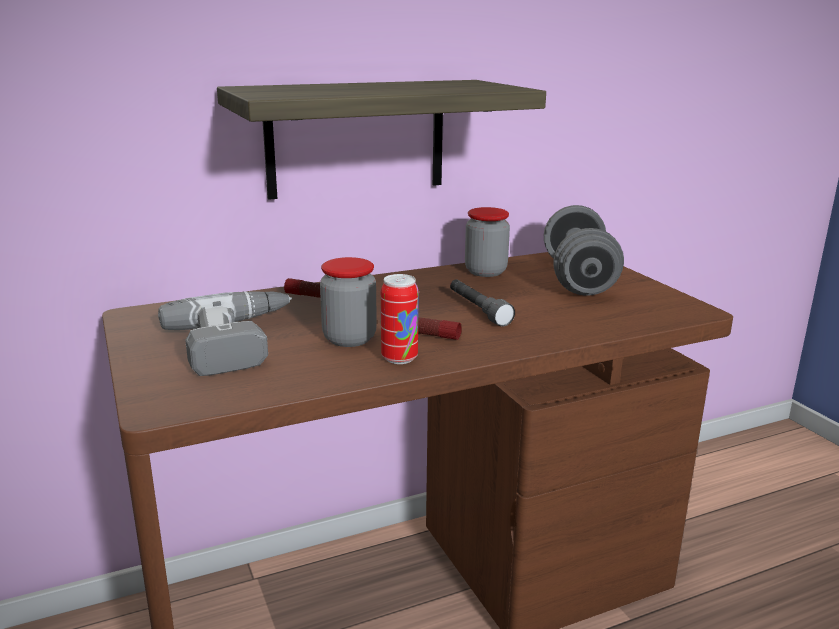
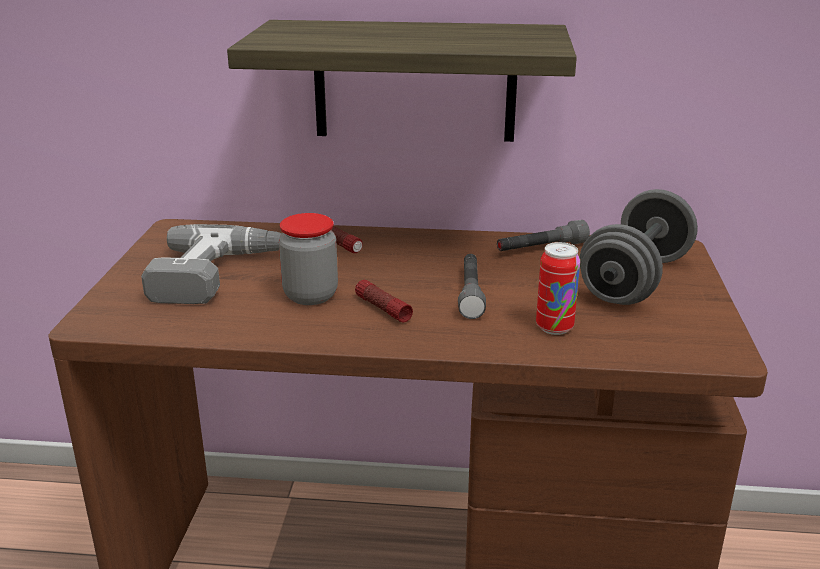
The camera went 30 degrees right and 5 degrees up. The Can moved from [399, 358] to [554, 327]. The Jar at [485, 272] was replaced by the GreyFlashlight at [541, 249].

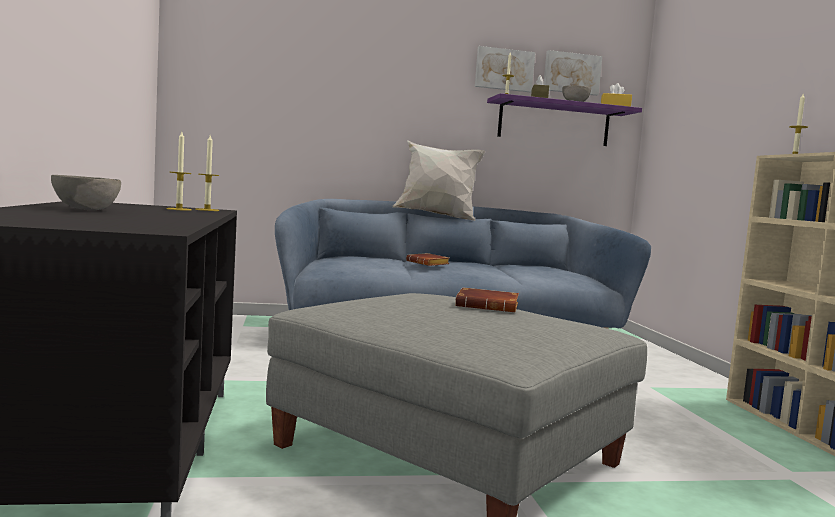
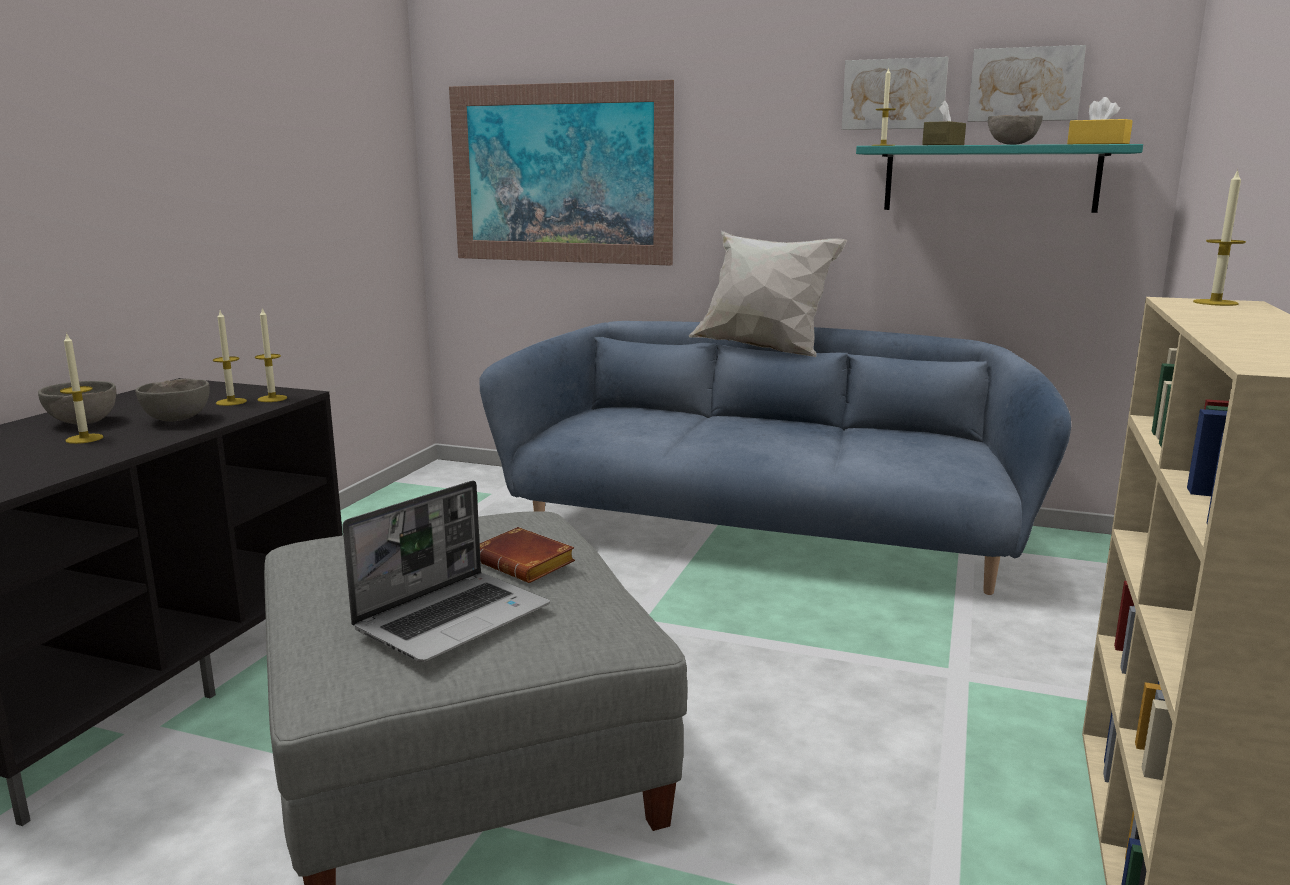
The camera went 30 degrees right and 10 degrees up. The BrownBook at [429, 264] disappeared. The PurpleShelf at [554, 123] became the TurquoiseShelf at [990, 179]. The Candle at [84, 439] appeared. The GreyBowl at [178, 420] appeared. The Laptop at [454, 618] appeared. The Picture at [560, 174] appeared.

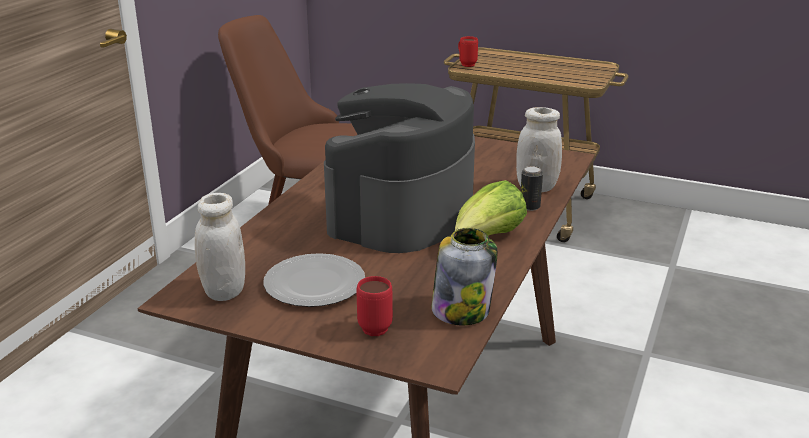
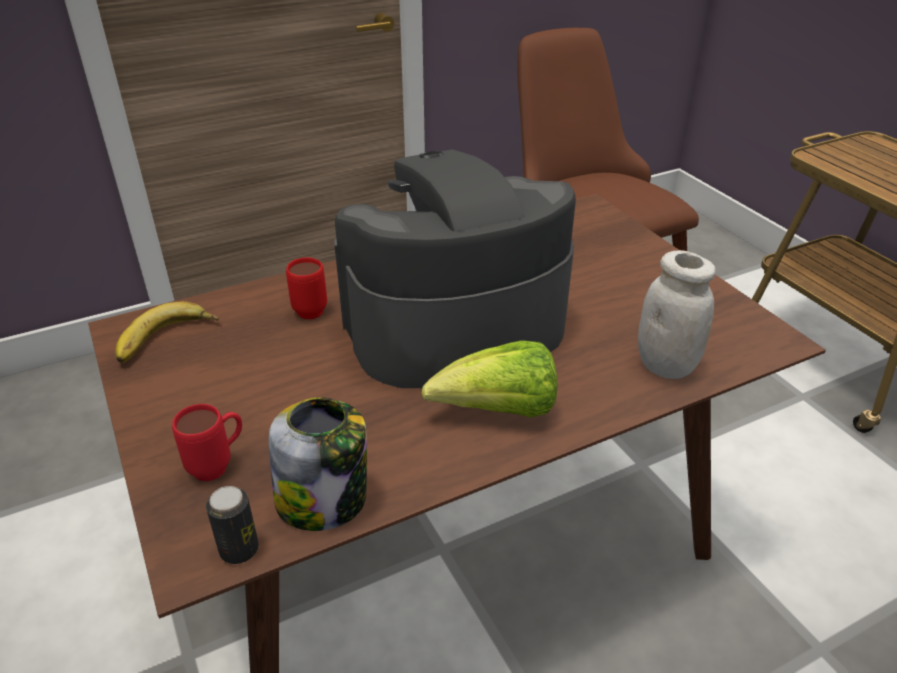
The camera went 40 degrees right and 10 degrees up. The WhiteJar at [224, 291] was replaced by the Banana at [167, 341]. The Plate at [316, 284] disappeared. The RedMug moved from [465, 64] to [312, 308]. The Can moved from [529, 207] to [239, 549].

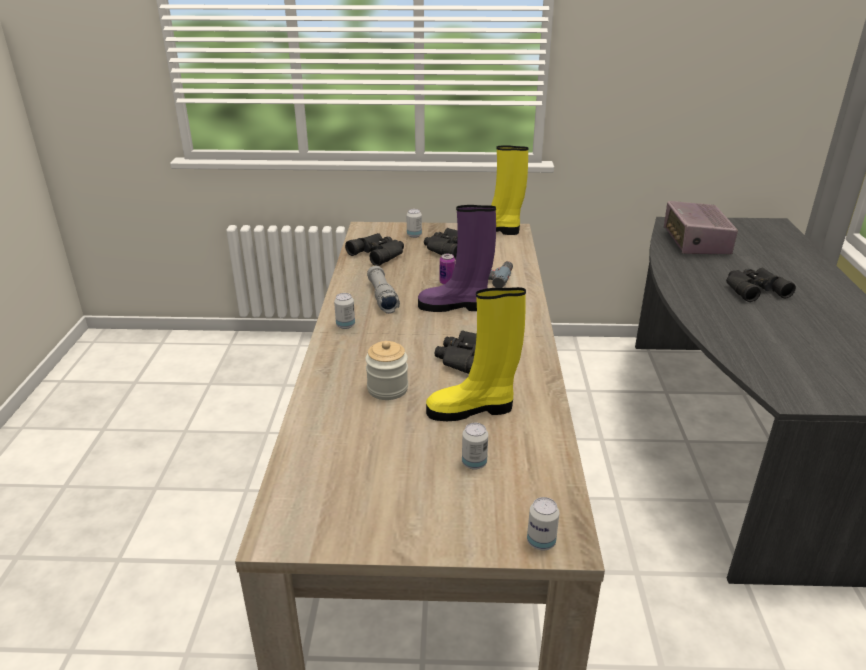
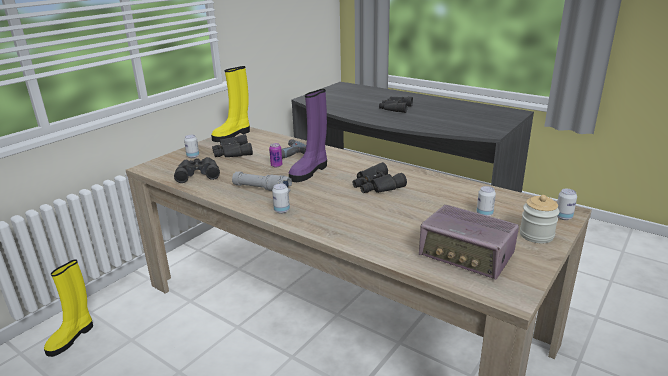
The camera went 55 degrees left and 5 degrees down. The Jar moved from [387, 389] to [536, 235]. The YellowBoot moved from [472, 409] to [72, 337]. The Radio moved from [695, 243] to [467, 256].

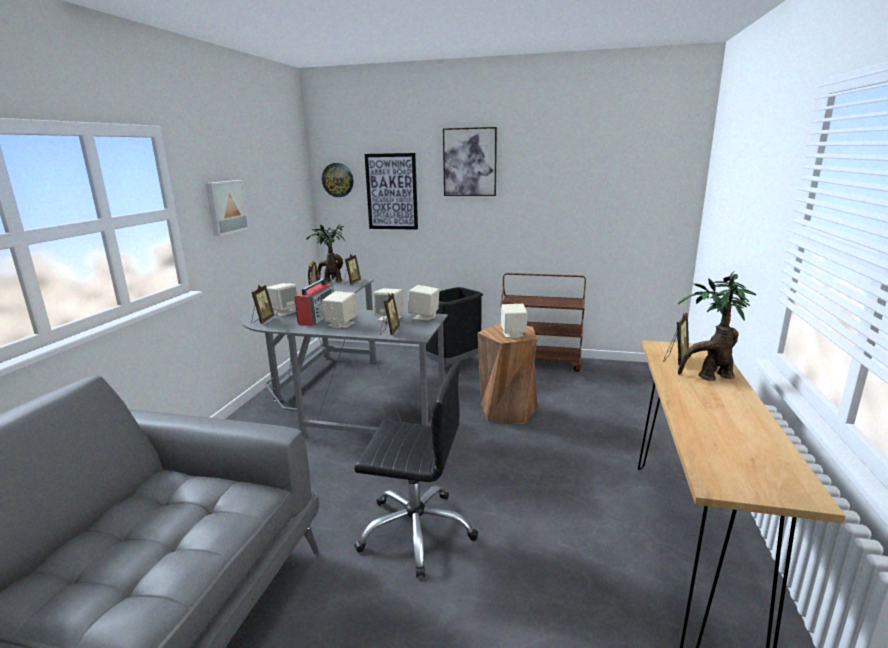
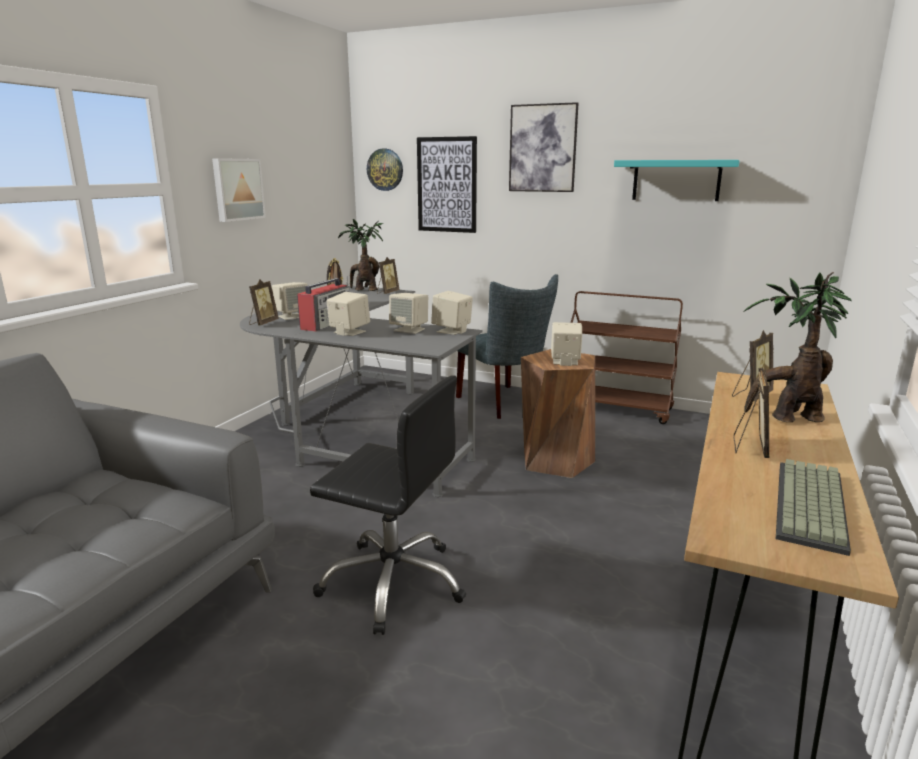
The camera went 10 degrees right and 0 degrees up. The PictureFrame moved from [389, 332] to [750, 447]. The BlackTrashCan at [453, 364] was replaced by the GreyChair at [506, 403]. The TurquoiseShelf at [676, 180] appeared. The Keyboard at [813, 506] appeared.

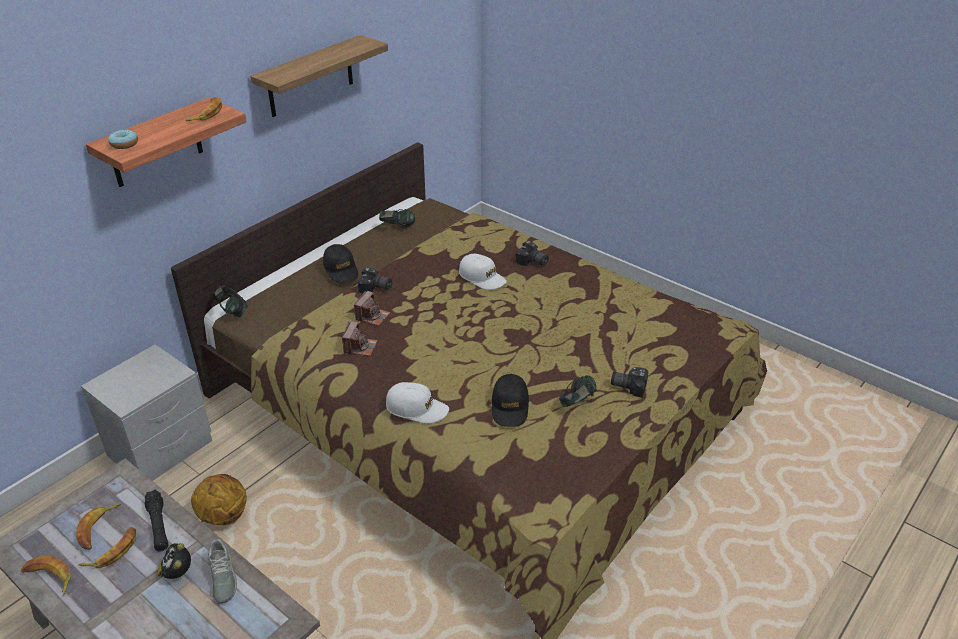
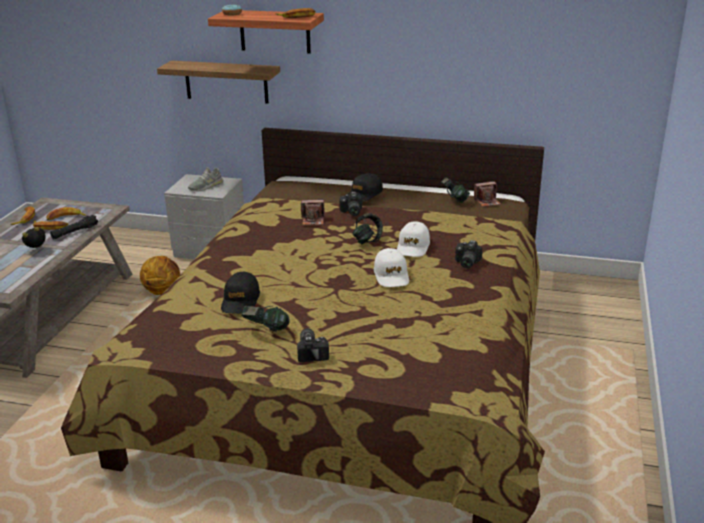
The camera went 65 degrees right and 10 degrees down. The GreyShoe moved from [222, 577] to [206, 186]. The Headphones moved from [233, 311] to [367, 240]. The Shelf moved from [310, 77] to [226, 82]. The PhotoCamera moved from [360, 347] to [487, 202]. The WhiteCap moved from [417, 408] to [391, 275]. The BlackCap at [510, 406] turned 60 degrees counterclockwise.

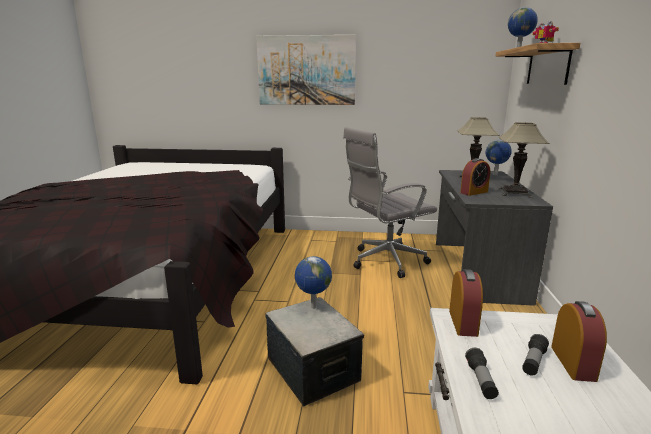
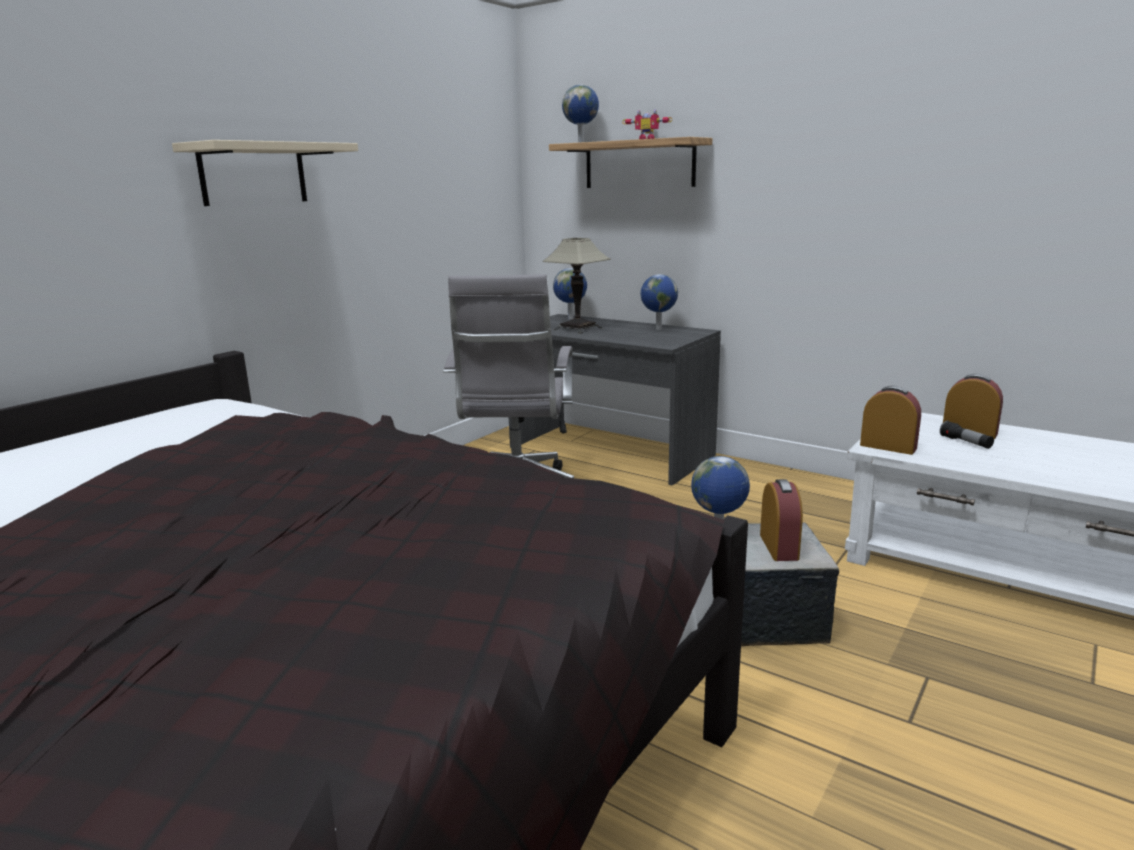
The camera went 60 degrees left and 0 degrees up. The Picture at [306, 70] was replaced by the BeigeShelf at [253, 174]. The AlarmClock moved from [474, 192] to [779, 547]. The Flashlight at [480, 380] disappeared. The TableLamp at [514, 193] was replaced by the Globe at [657, 329].

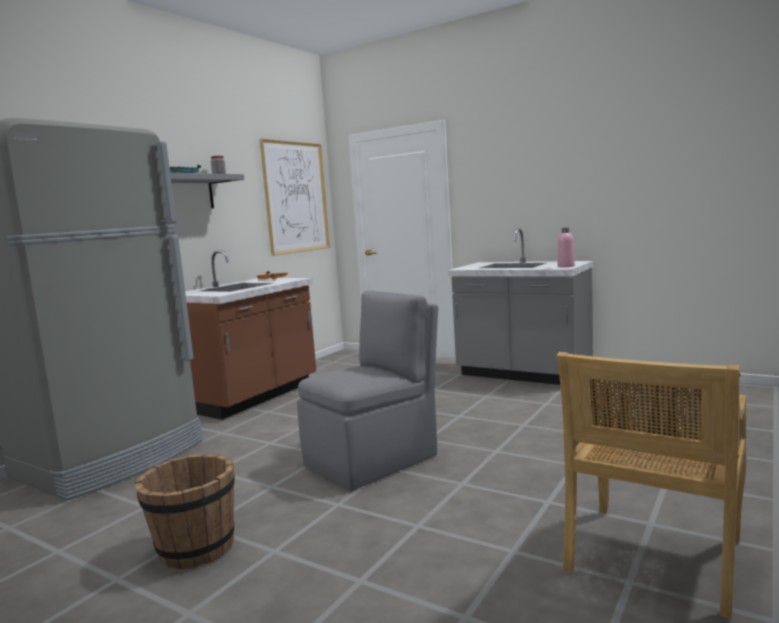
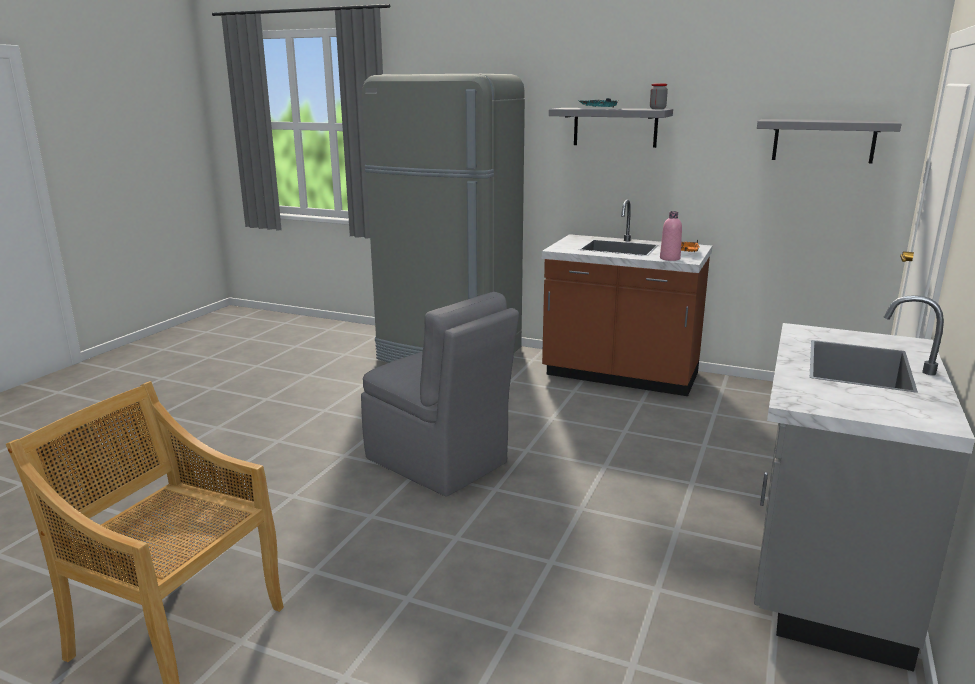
The camera went 80 degrees right and 10 degrees up. The BrownBucket at [195, 549] disappeared. The Picture at [296, 197] was replaced by the GreyShelf at [823, 140]. The PinkBottle moved from [566, 266] to [670, 258].

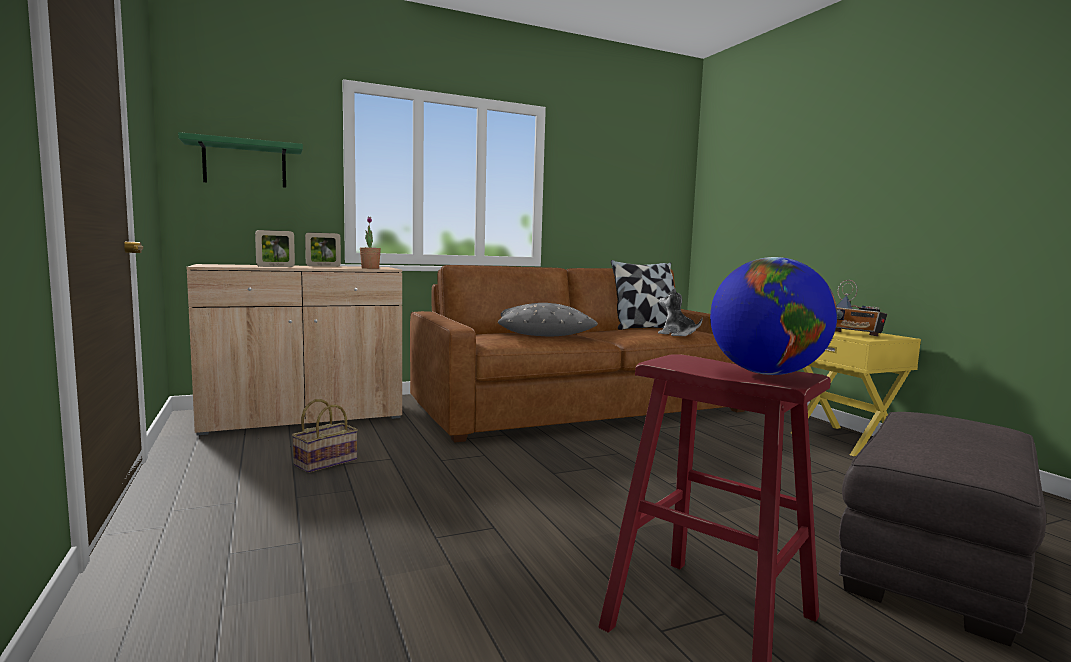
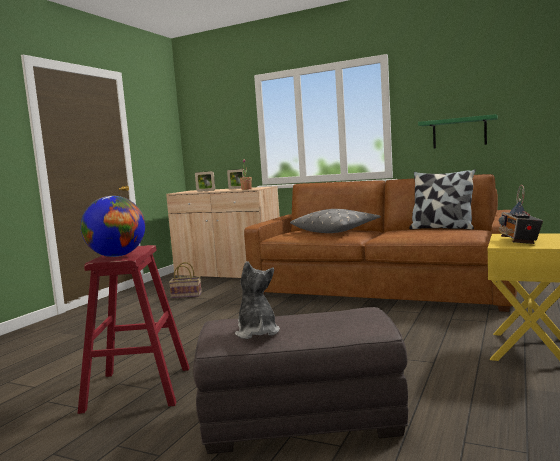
The camera went 50 degrees right and 0 degrees up. The GreenShelf moved from [245, 164] to [459, 133]. The PlushToy moved from [676, 334] to [257, 332].

